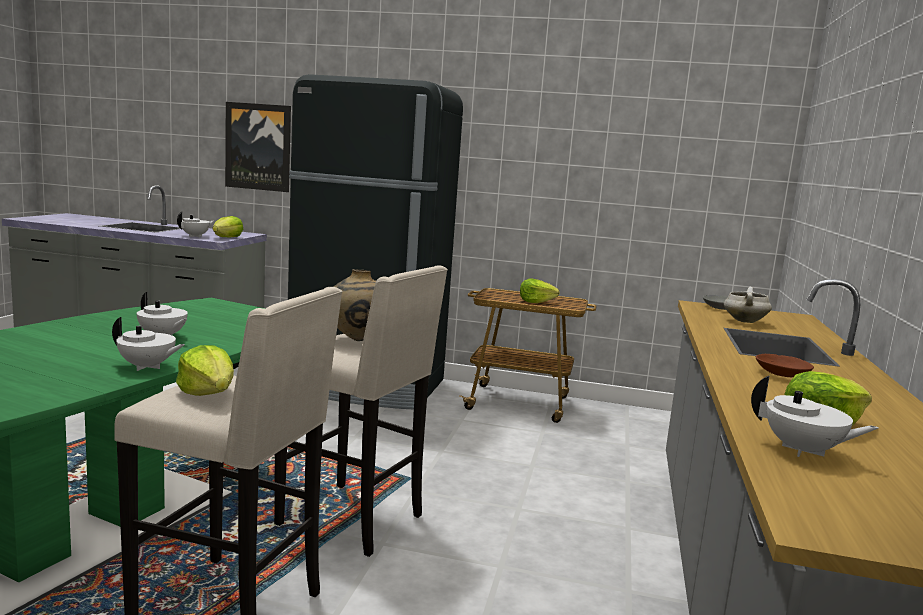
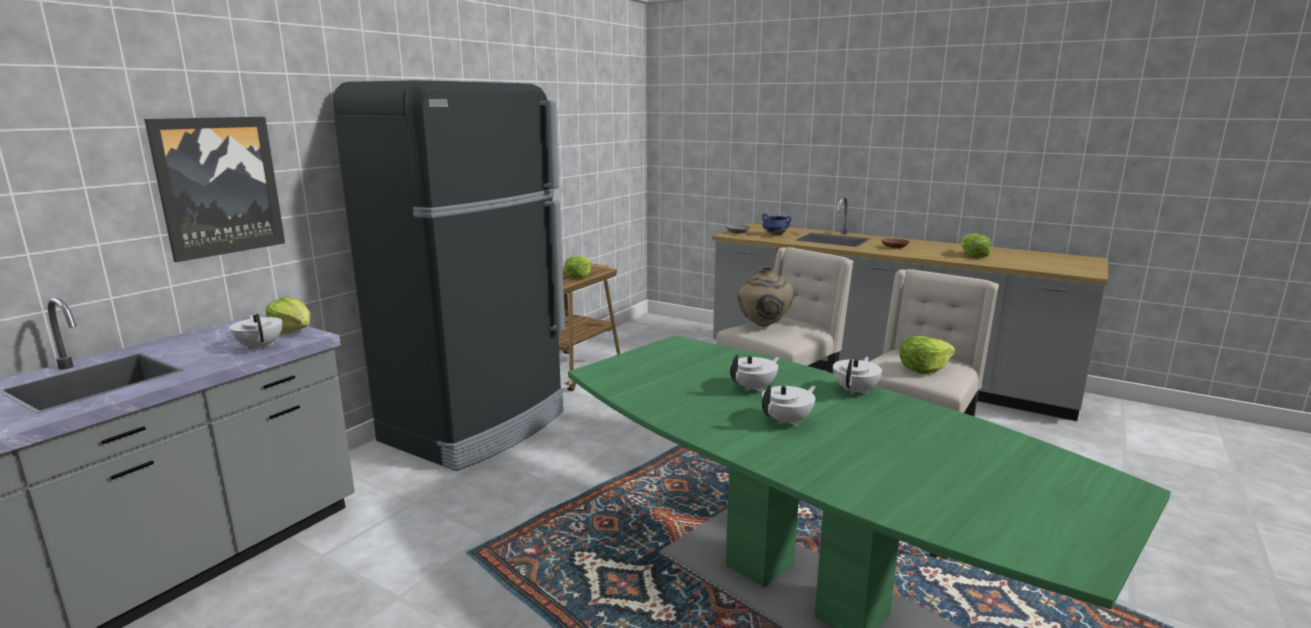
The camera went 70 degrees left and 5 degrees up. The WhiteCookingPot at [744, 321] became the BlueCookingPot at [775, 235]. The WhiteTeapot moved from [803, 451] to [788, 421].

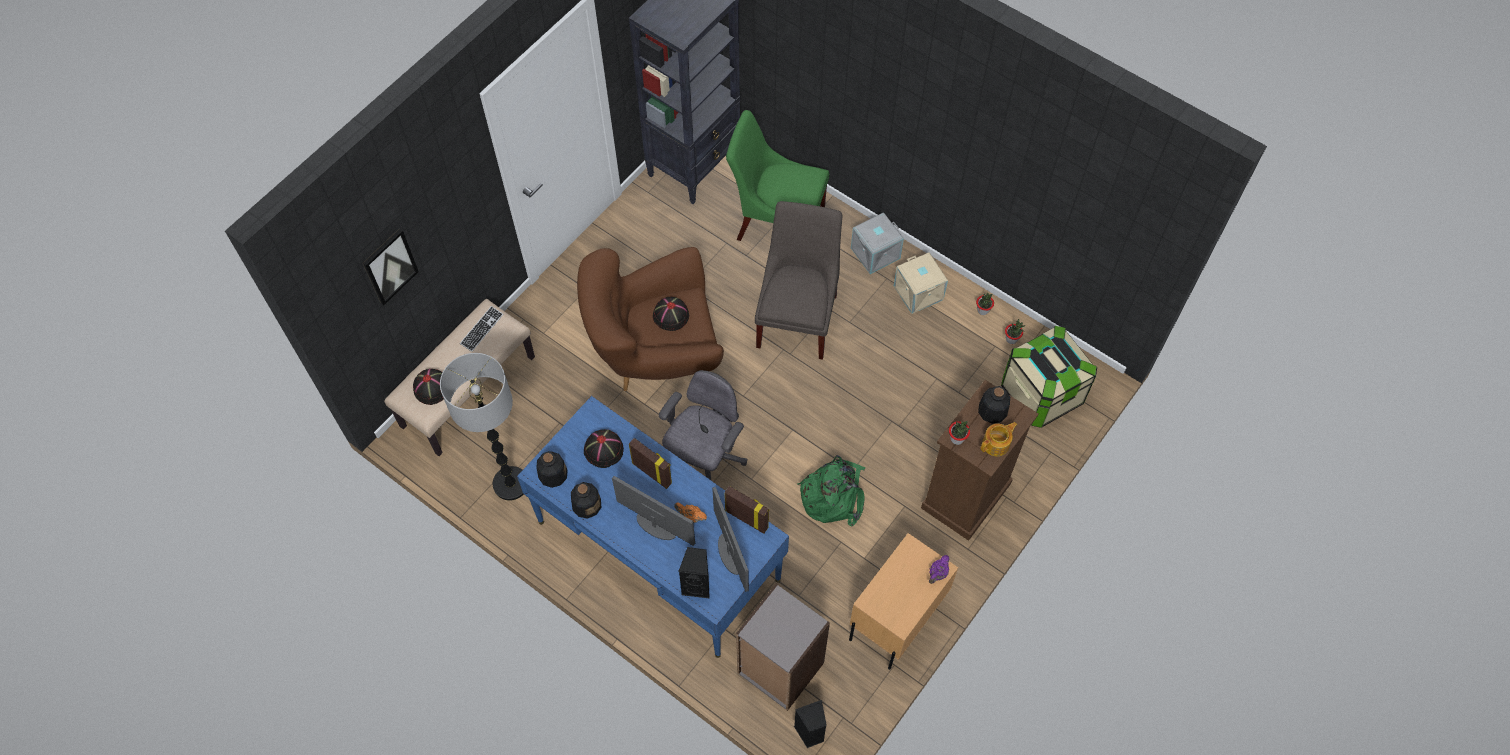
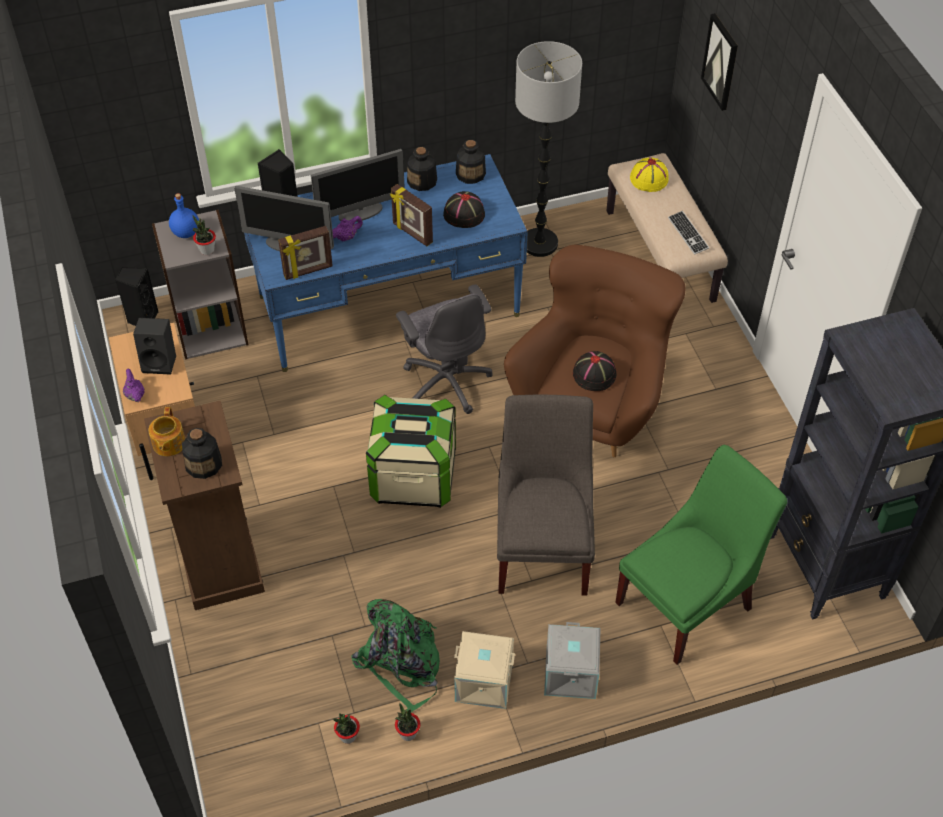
The camera went 125 degrees right and 10 degrees down. The BlackHat at [432, 388] became the YellowHat at [649, 179]. The PictureFrame at [652, 473] turned 60 degrees clockwise. The OrangeTeapot at [690, 517] became the PurpleTeapot at [346, 237]. The GreyChair at [798, 317] turned 135 degrees counterclockwise. The GreenBackpack moved from [833, 495] to [401, 663]. The PottedPlant moved from [957, 439] to [207, 250]. The StorageBox moved from [1041, 393] to [413, 477]. The BlackSpeaker at [161, 362] appeared. The BlueBottle at [185, 233] appeared.

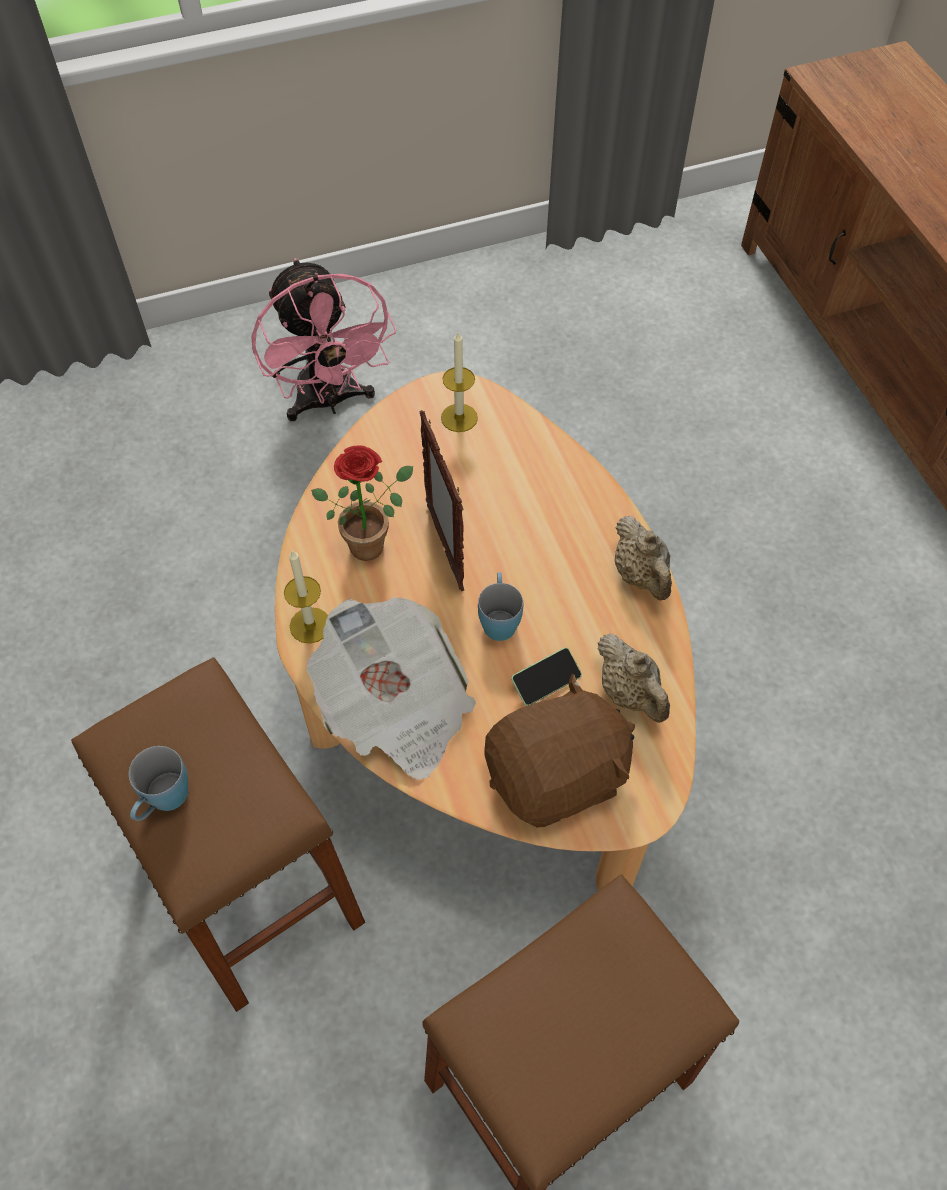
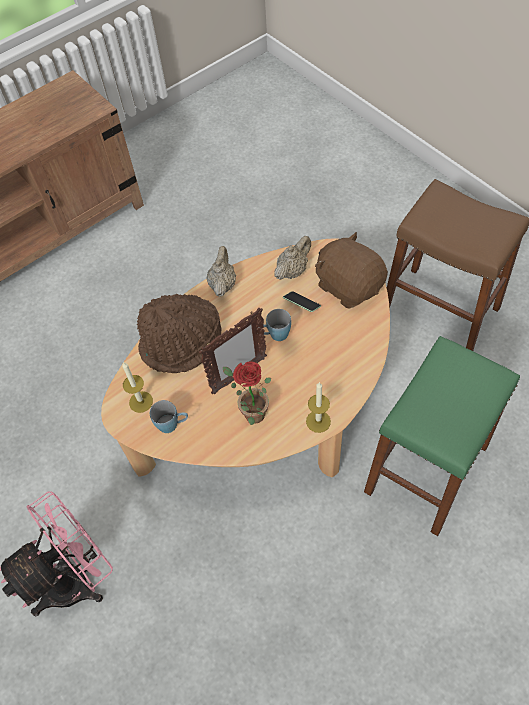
The camera went 105 degrees left and 0 degrees up. The BrownStool at [251, 884] became the GreenStool at [426, 469]. The BlueMug moved from [163, 802] to [172, 424]. The Newspaper at [396, 707] disappeared. The BeigeTeapot at [641, 575] turned 45 degrees counterclockwise. The BrownHat at [182, 343] appeared.

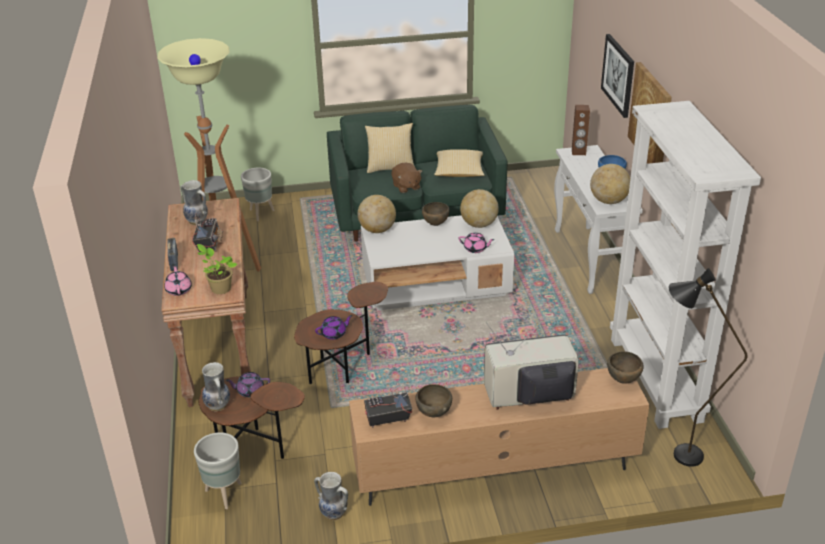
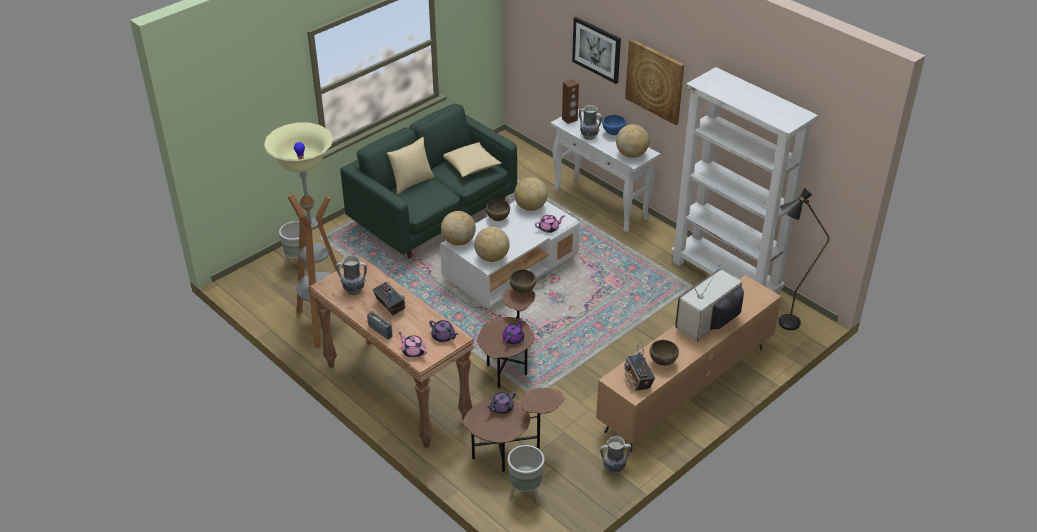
The camera went 35 degrees left and 5 degrees up. The PottedPlant at [219, 288] was replaced by the PurpleTeapot at [443, 337]. The Vase moved from [218, 405] to [589, 136]. The Radio at [387, 420] turned 60 degrees counterclockwise. The BrownPlushToy at [406, 187] disappeared. The BrownBowl moved from [623, 380] to [523, 291]. The Globe at [492, 258] appeared.

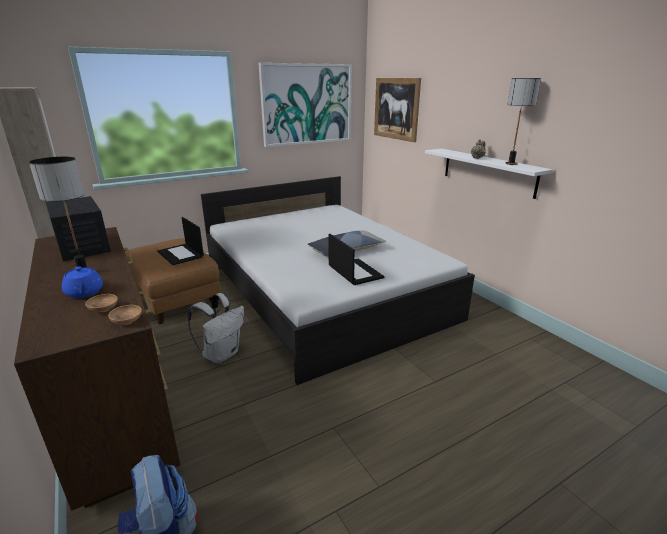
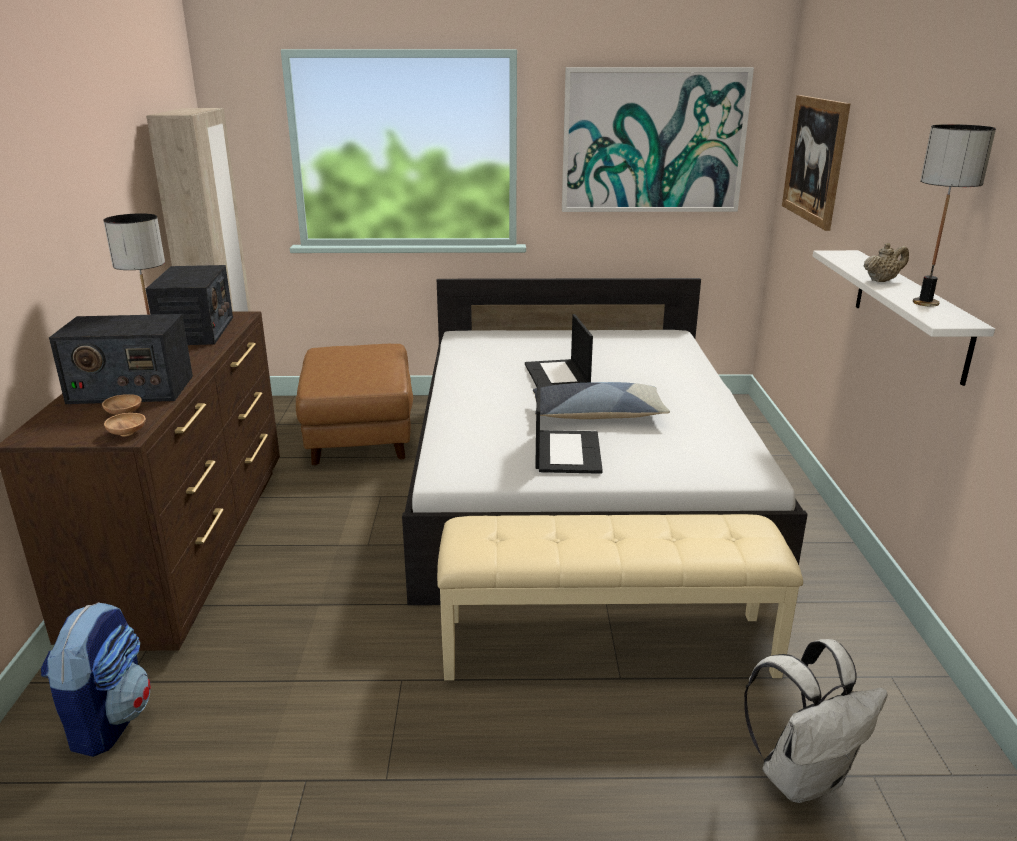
The camera went 30 degrees right and 0 degrees up. The BlueTeapot at [84, 293] was replaced by the Radio at [130, 389]. The Laptop moved from [181, 254] to [557, 375]. The WhiteBackpack moved from [221, 354] to [802, 776]. The BeigeBench at [608, 644] appeared.

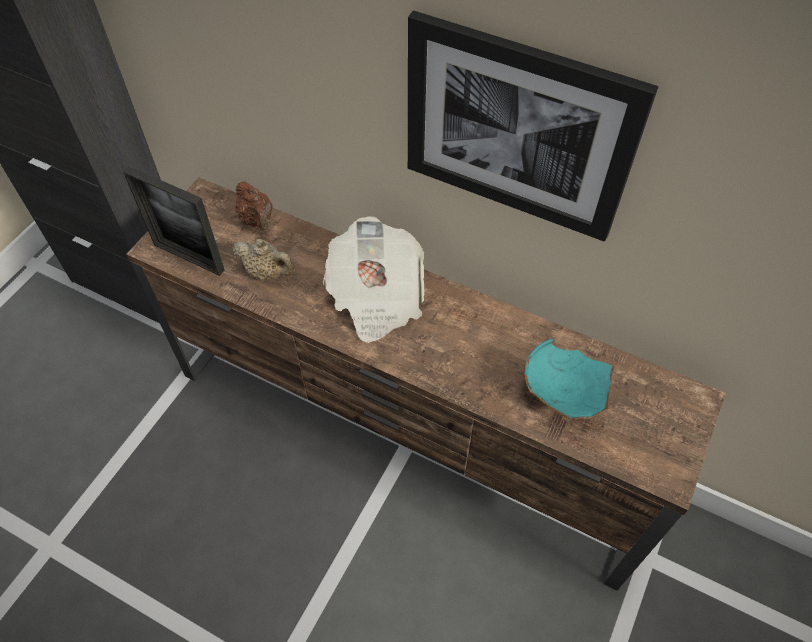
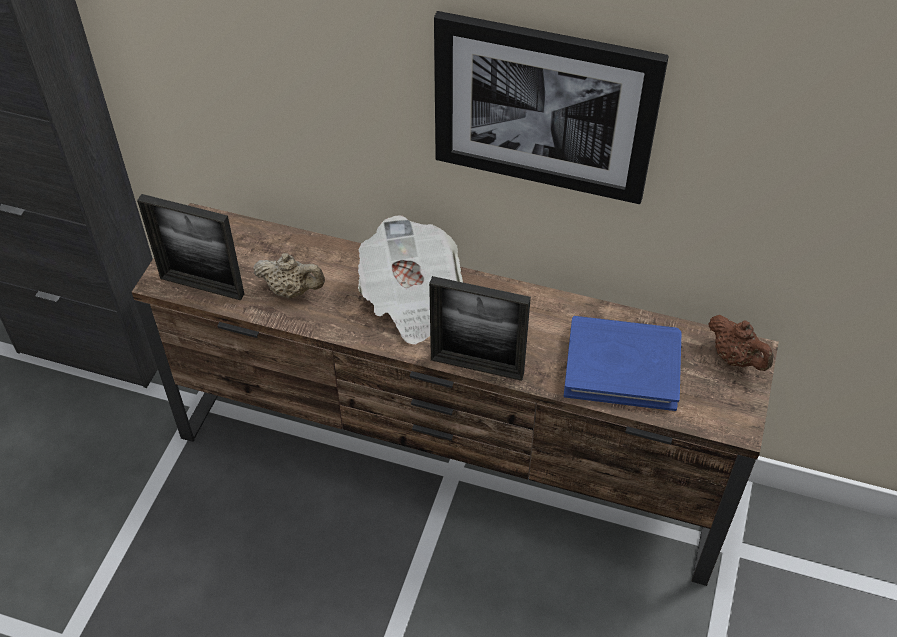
The camera went 10 degrees left and 5 degrees down. The BrownTeapot moved from [257, 220] to [735, 358]. The TurquoiseBowl at [563, 395] was replaced by the BlueBook at [622, 366]. The PictureFrame at [477, 366] appeared.

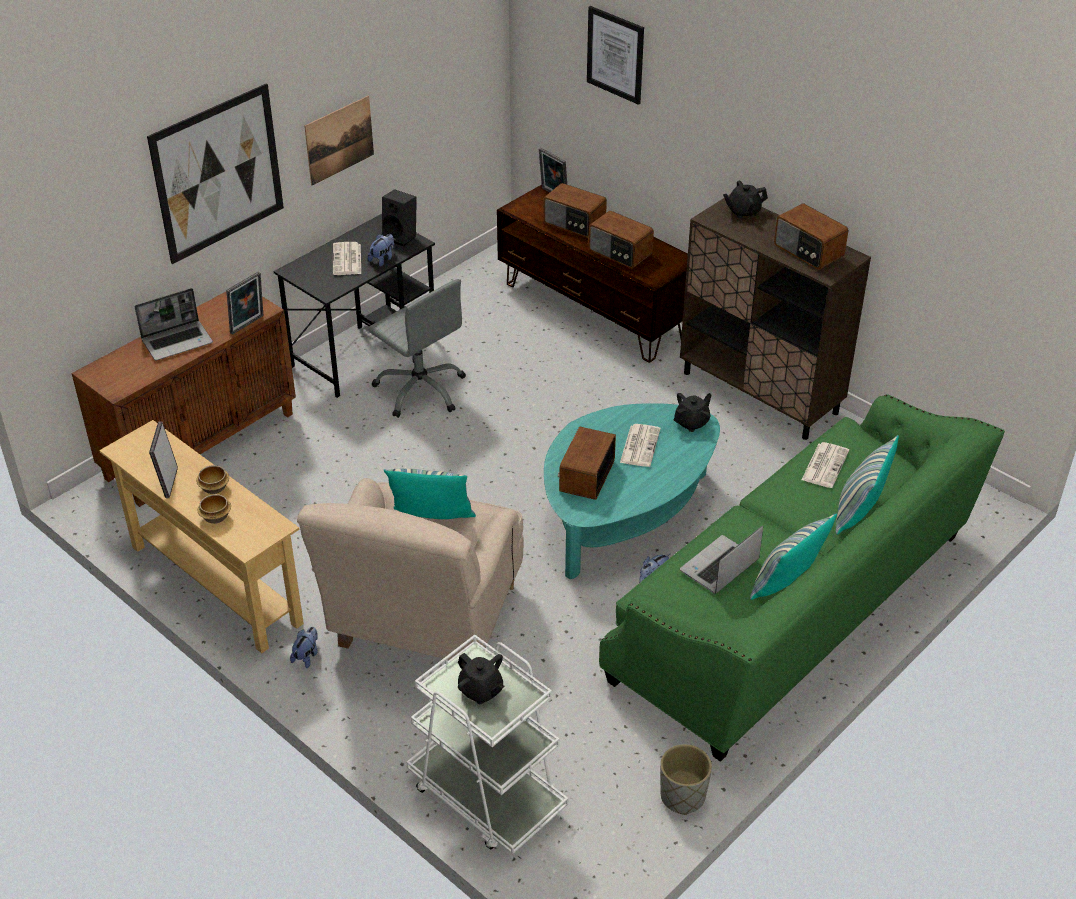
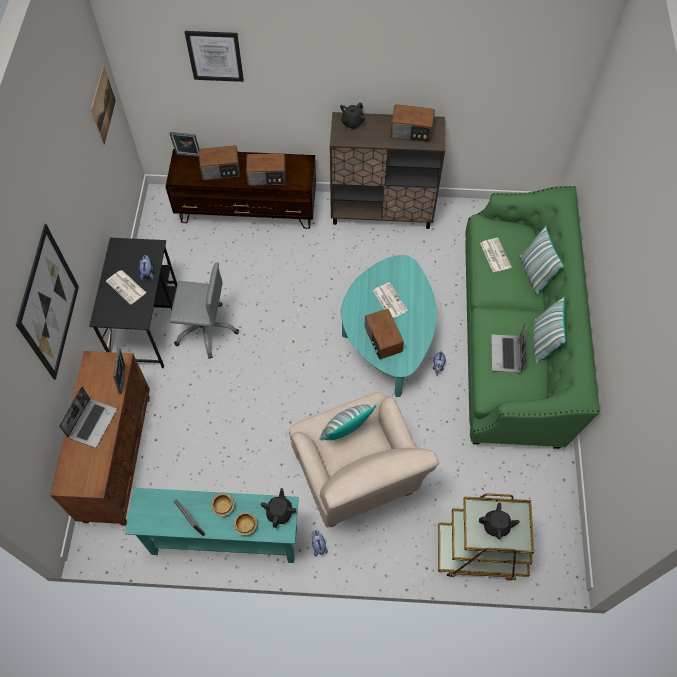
The camera went 40 degrees left and 20 degrees up. The BeigeConsoleTable at [215, 585] became the TurquoiseConsoleTable at [224, 541]. The Picture moved from [339, 140] to [103, 105]. The BlackSpeaker at [401, 237] disappeared. The WhiteCart at [486, 795] became the BrownCart at [480, 552]. The GreyPlanter at [682, 797] disappeared. The BlackTeapot moved from [692, 423] to [279, 512].

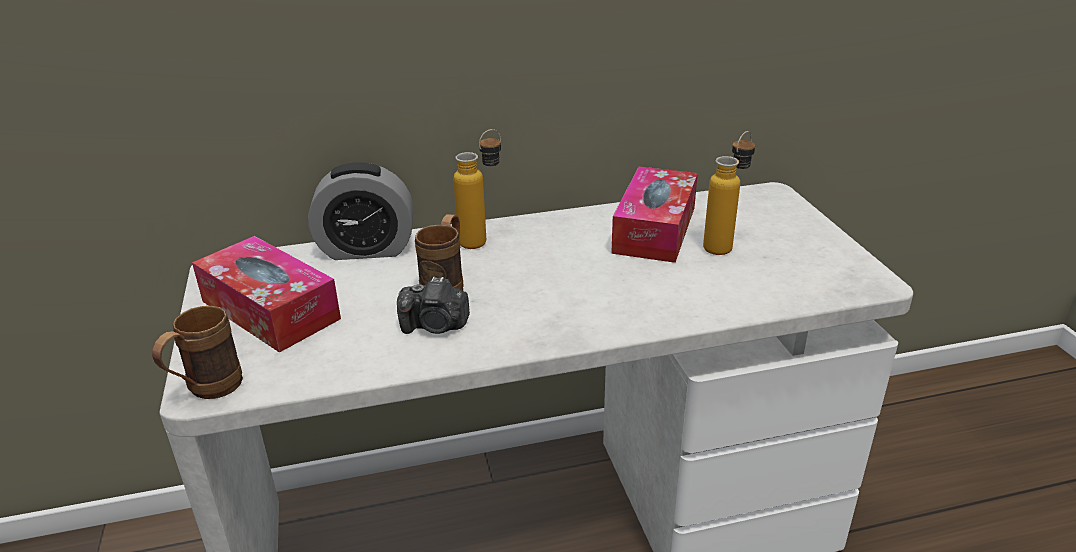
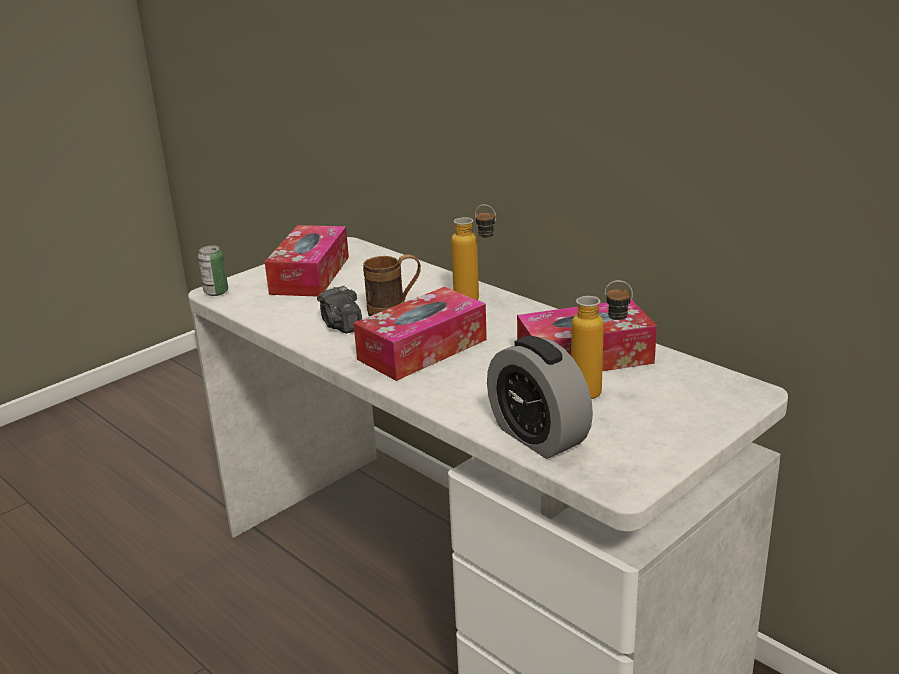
The camera went 60 degrees right and 5 degrees down. The BrownMug at [206, 391] was replaced by the Can at [216, 292]. The AlarmClock moved from [367, 249] to [538, 436]. The TissueBox at [422, 349] appeared.

